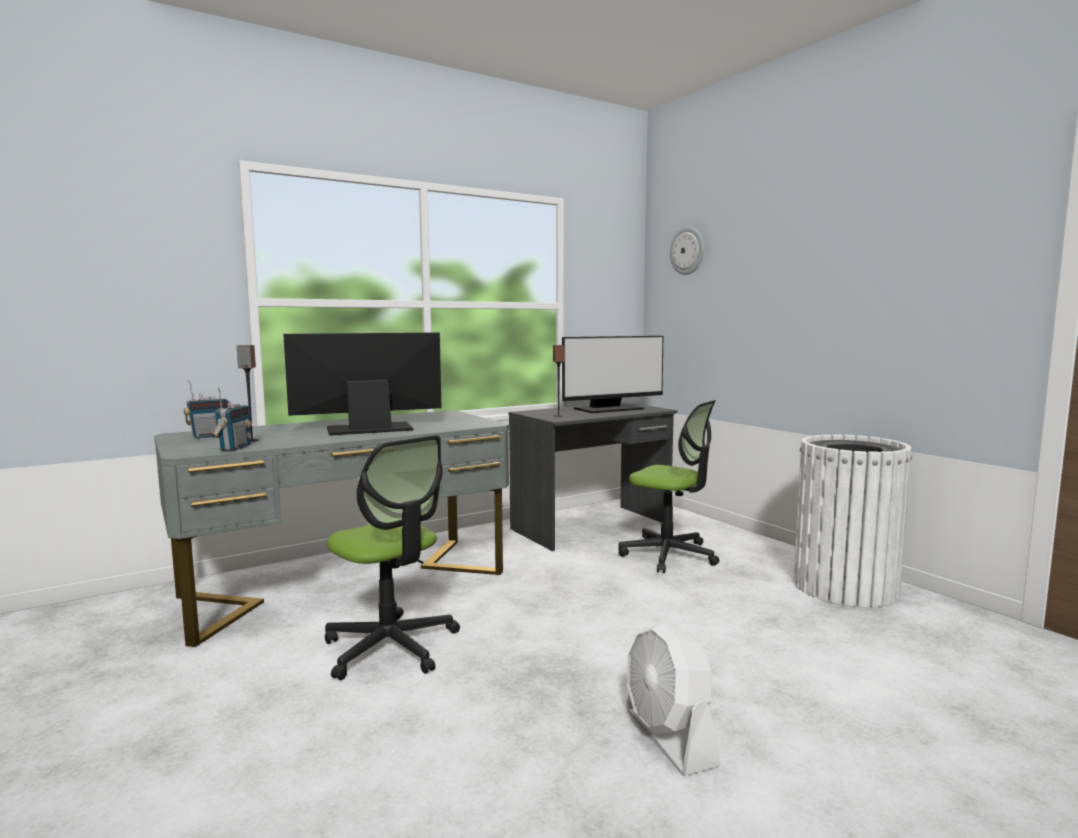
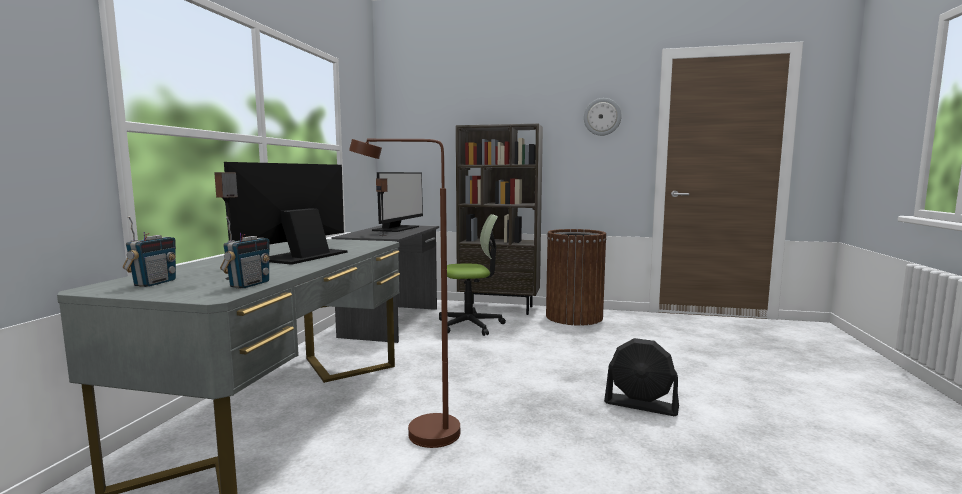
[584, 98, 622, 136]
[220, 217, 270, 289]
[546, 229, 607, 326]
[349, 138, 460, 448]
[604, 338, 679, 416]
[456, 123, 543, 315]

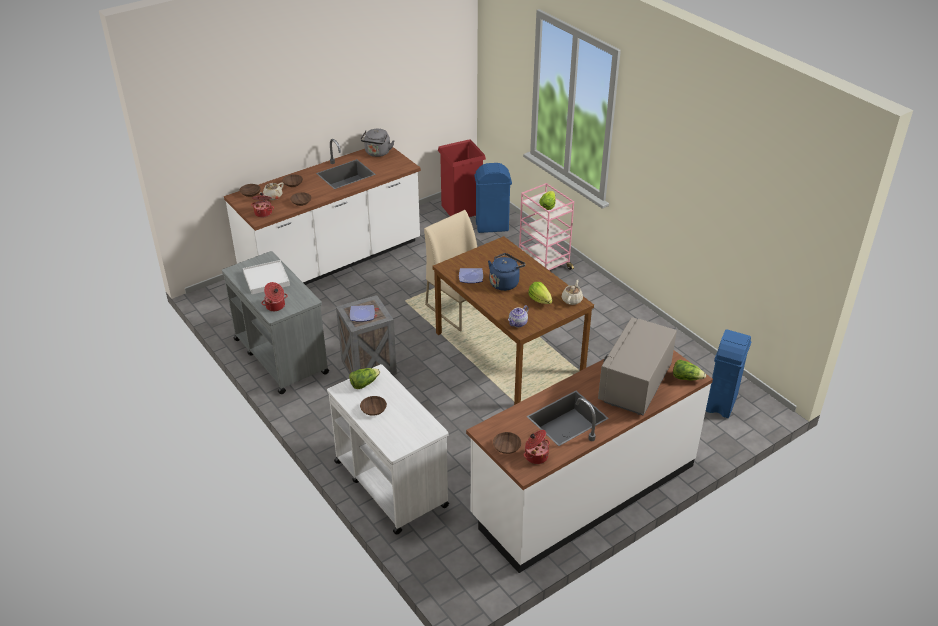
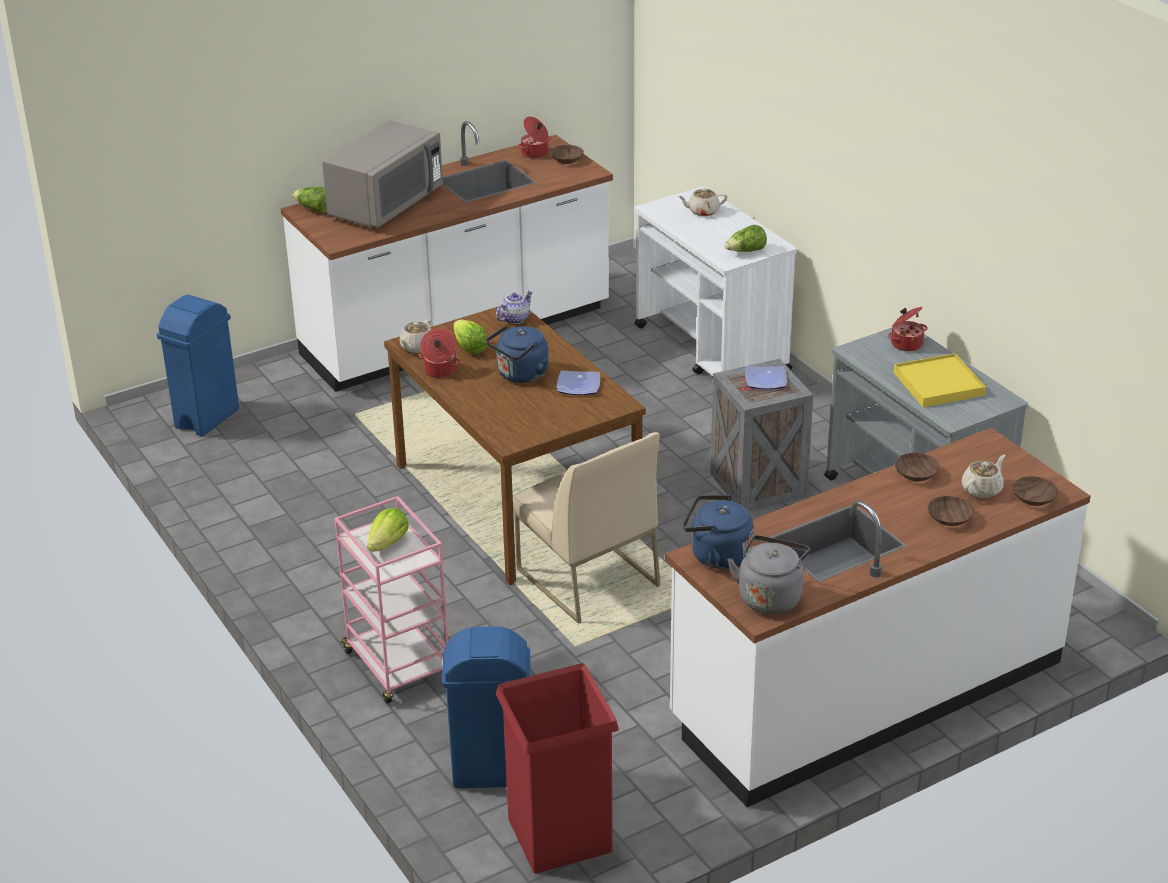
[419, 328, 461, 378]
[894, 353, 986, 407]
[360, 396, 387, 416] (first image)
[677, 188, 727, 216]
[683, 495, 754, 569]

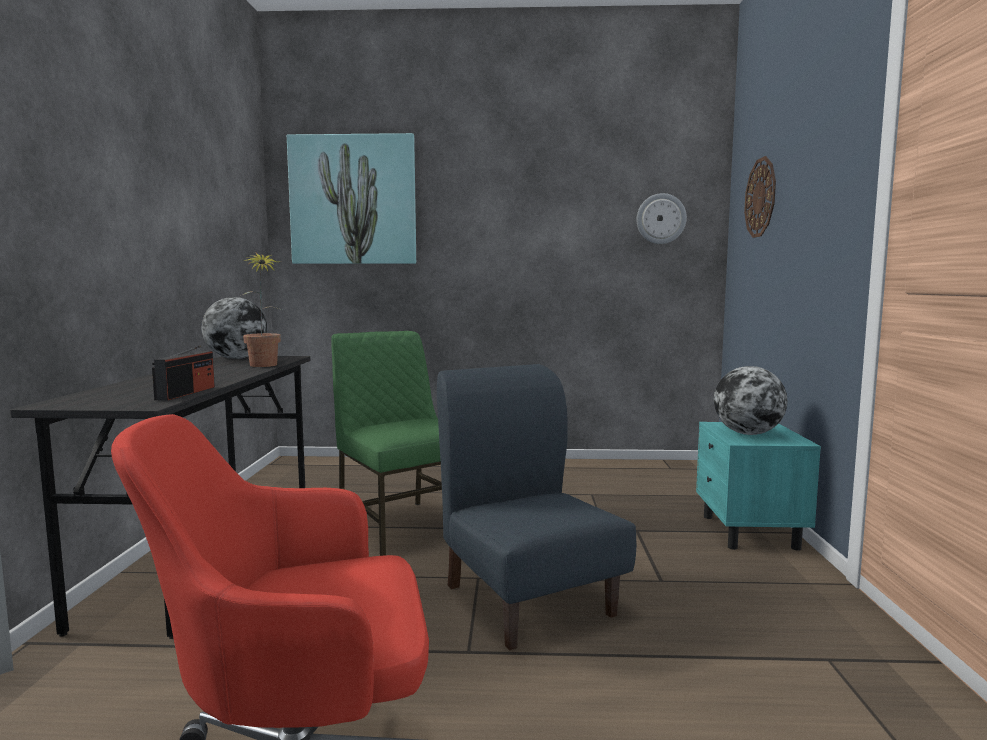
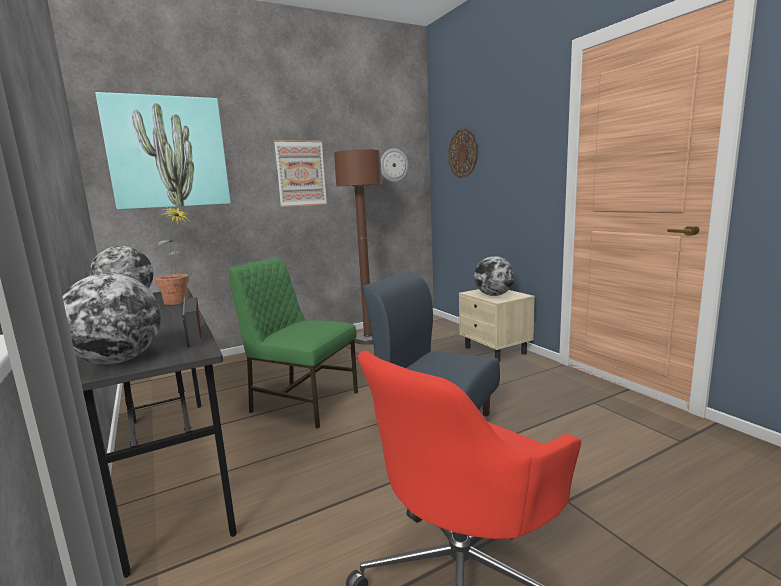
[459, 289, 535, 362]
[274, 140, 327, 207]
[334, 150, 382, 345]
[62, 273, 161, 364]

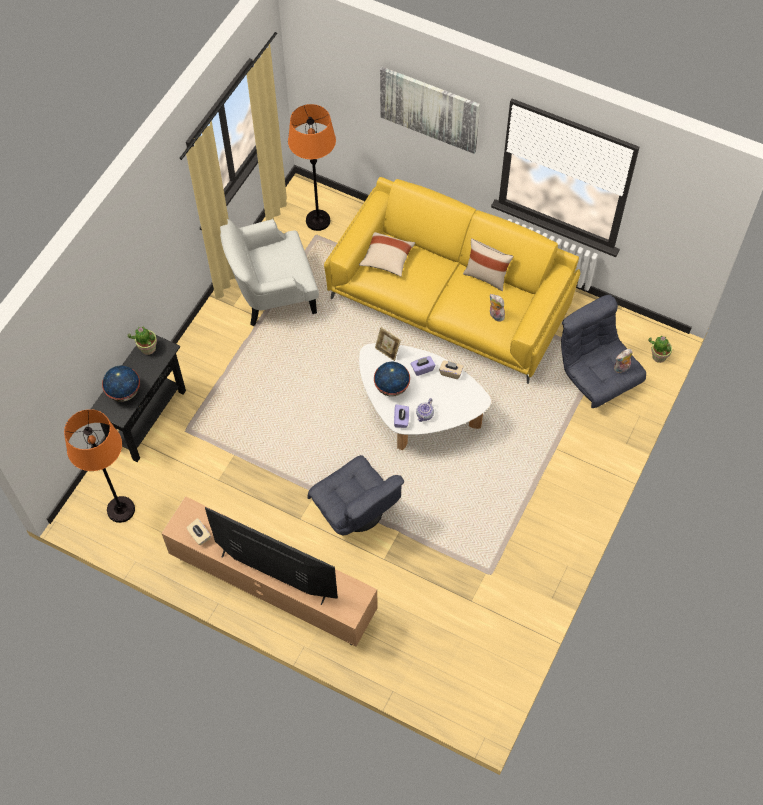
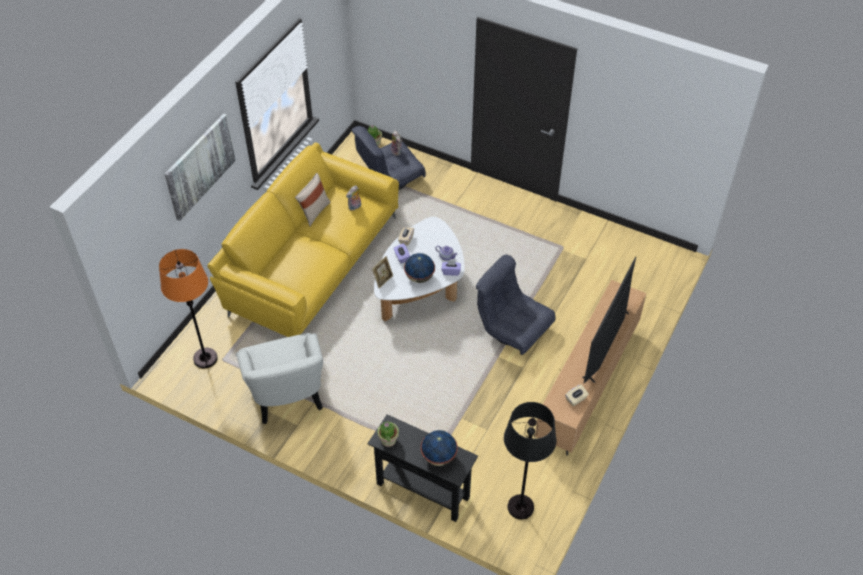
[359, 232, 415, 277] (first image)
[504, 402, 556, 519]
[476, 254, 555, 355]

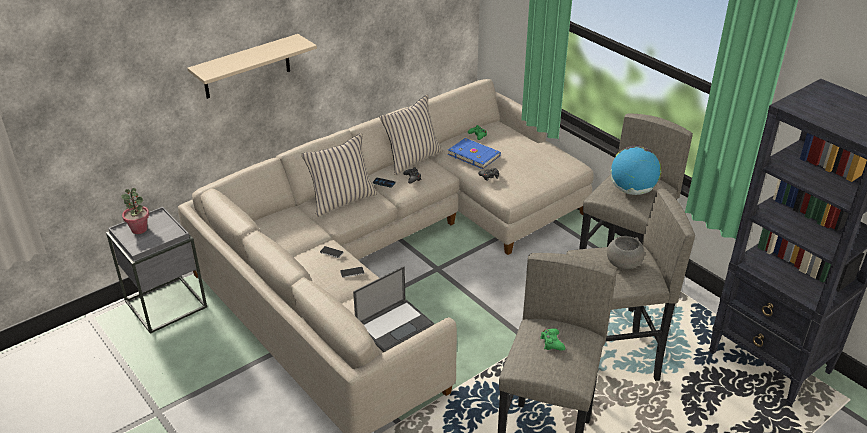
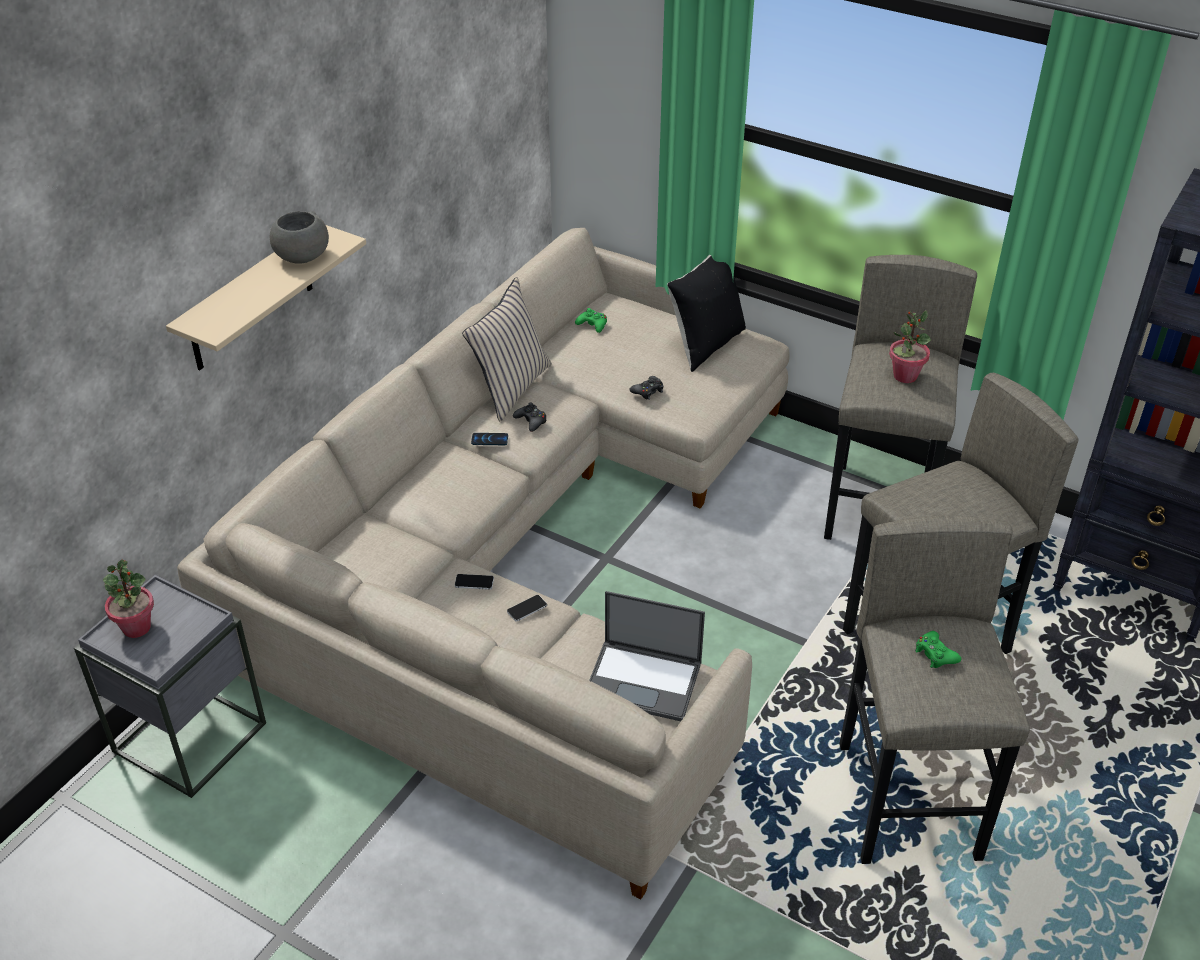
[301, 133, 377, 217] (first image)
[447, 138, 501, 169] (first image)
[889, 310, 931, 383]
[270, 211, 329, 264]
[589, 591, 705, 721]
[667, 255, 746, 372]

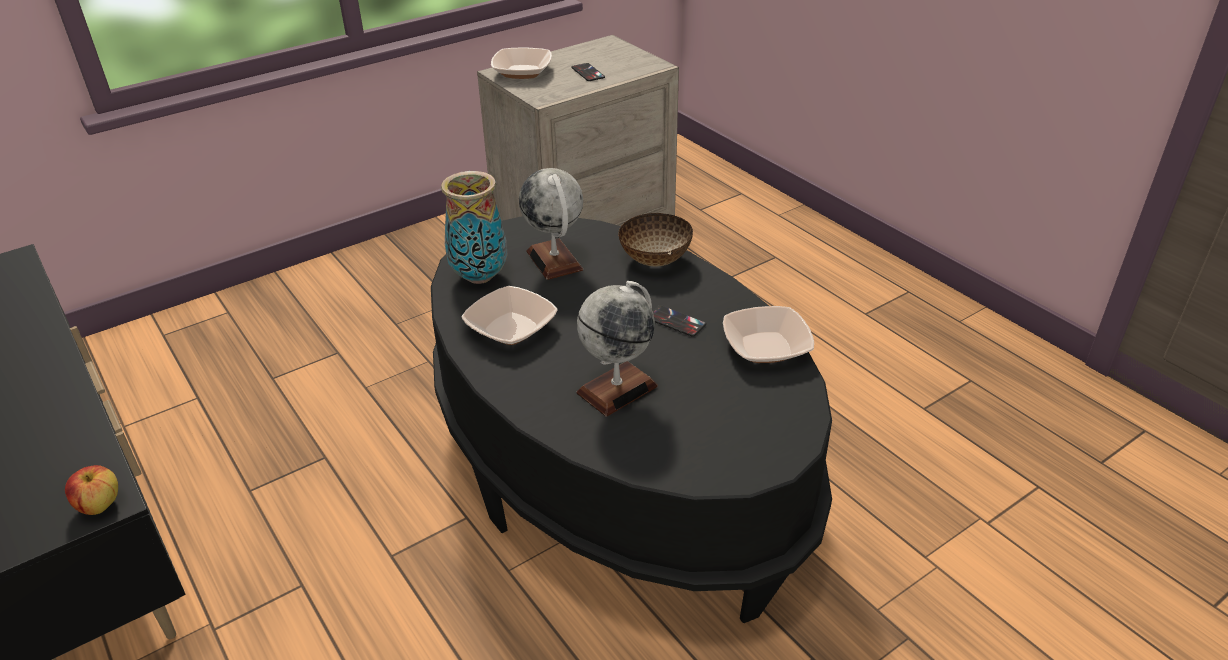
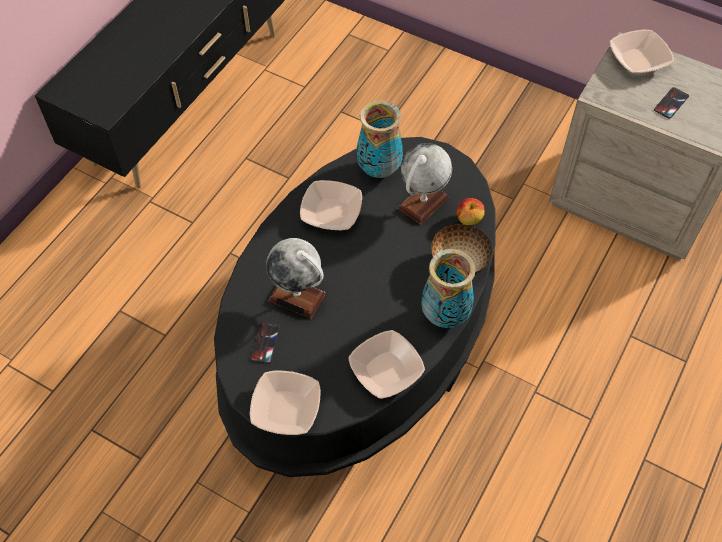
[251, 322, 280, 364]
[457, 198, 485, 225]
[422, 249, 476, 328]
[250, 371, 321, 435]

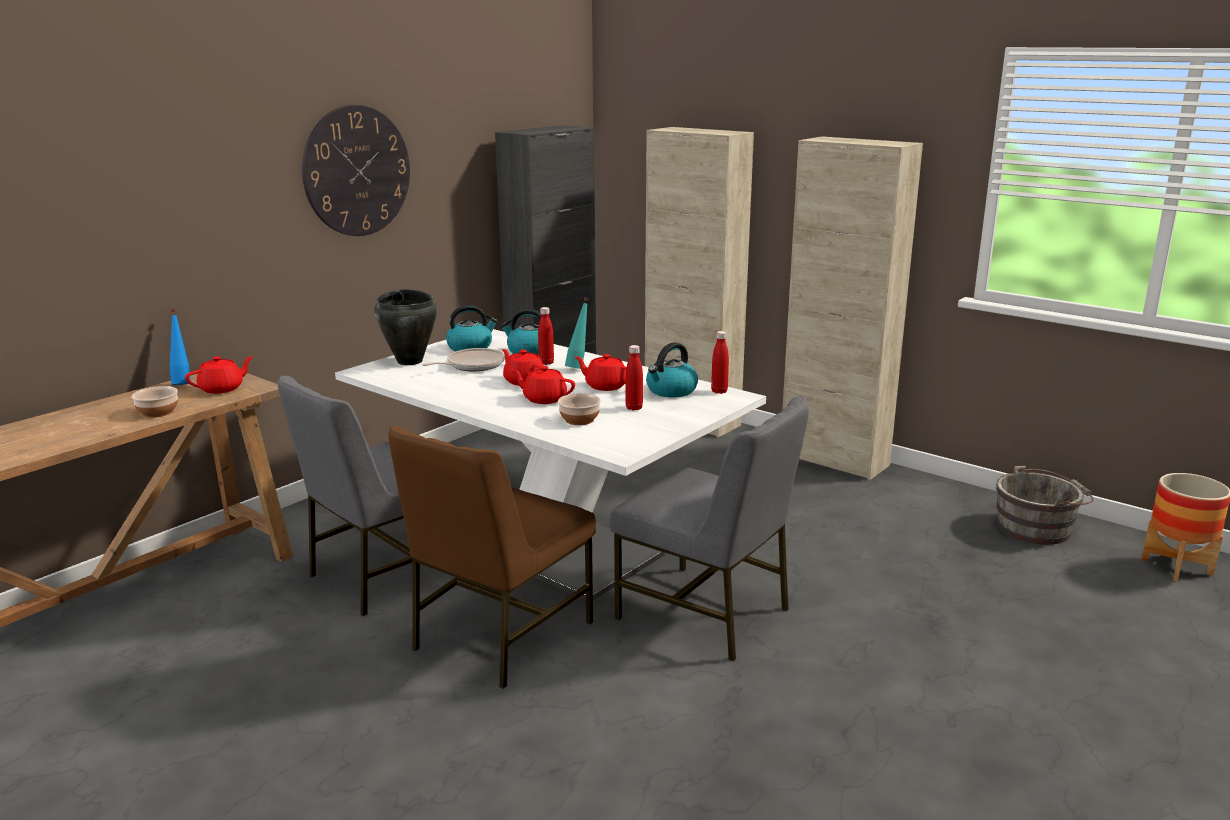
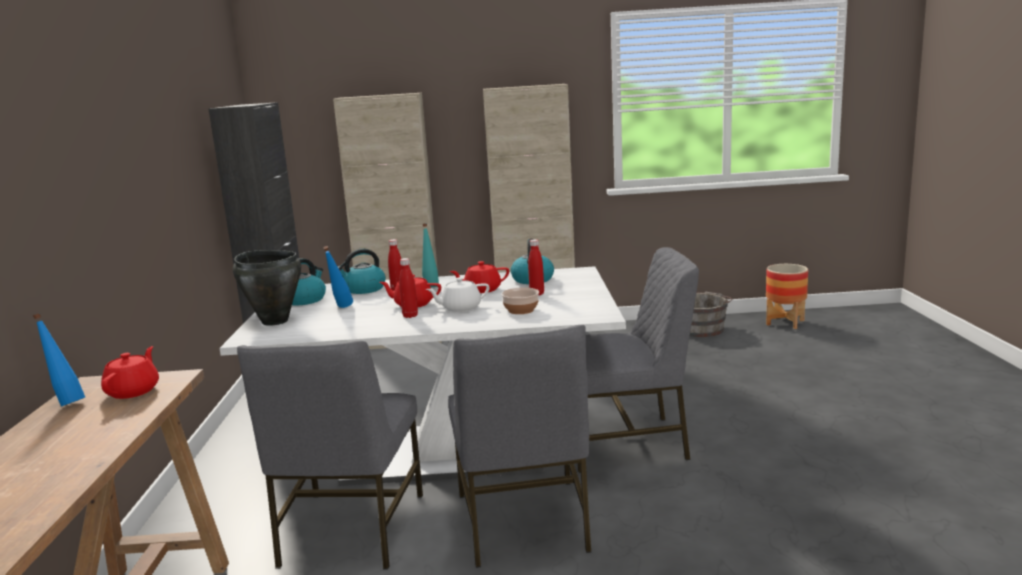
[302, 105, 410, 236] (first image)
[399, 258, 418, 318]
[323, 246, 353, 308]
[426, 277, 489, 312]
[132, 386, 178, 418] (first image)
[448, 325, 591, 568]

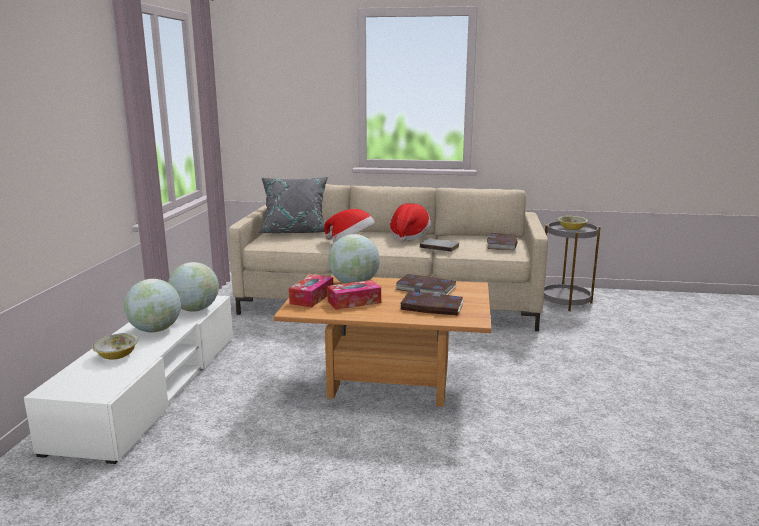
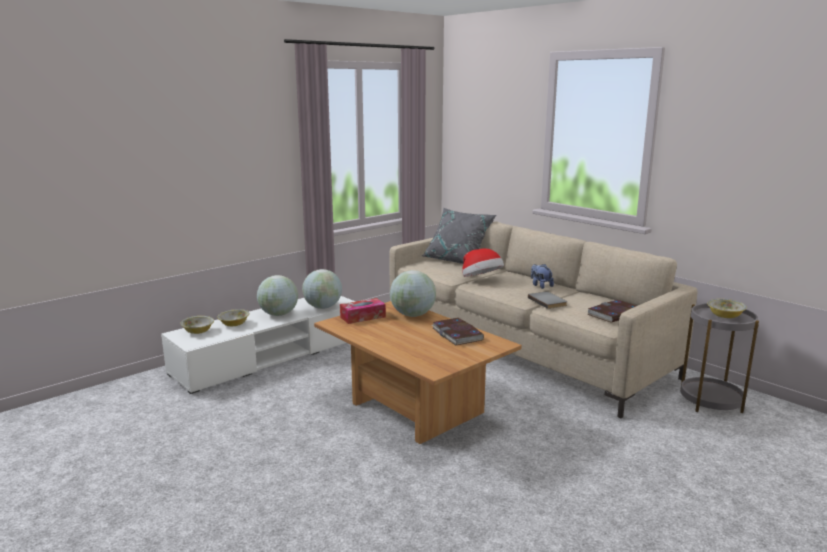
[531, 264, 554, 289]
[327, 280, 381, 310] (first image)
[399, 291, 464, 315] (first image)
[180, 316, 214, 334]

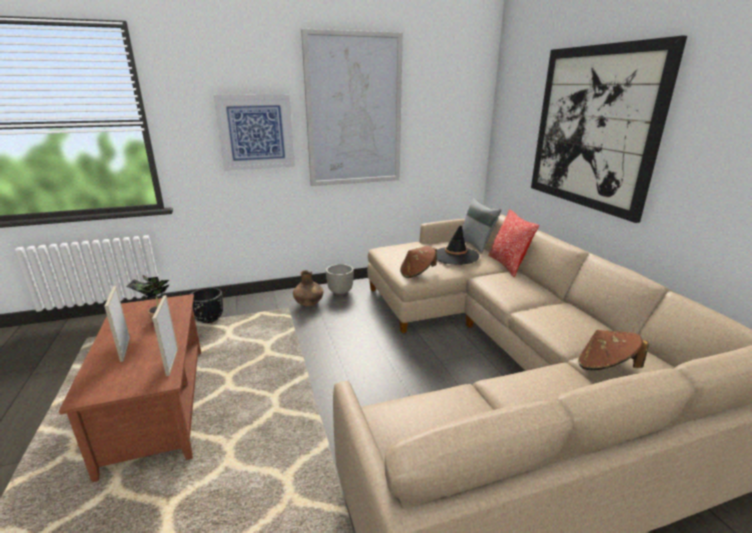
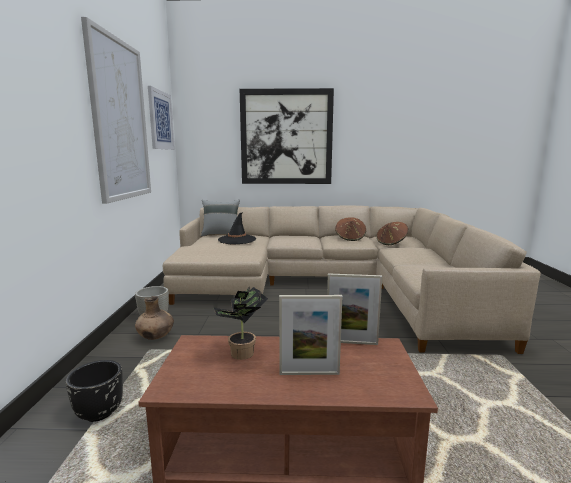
[148, 86, 175, 150]
[488, 209, 539, 277] (first image)
[335, 217, 366, 241]

